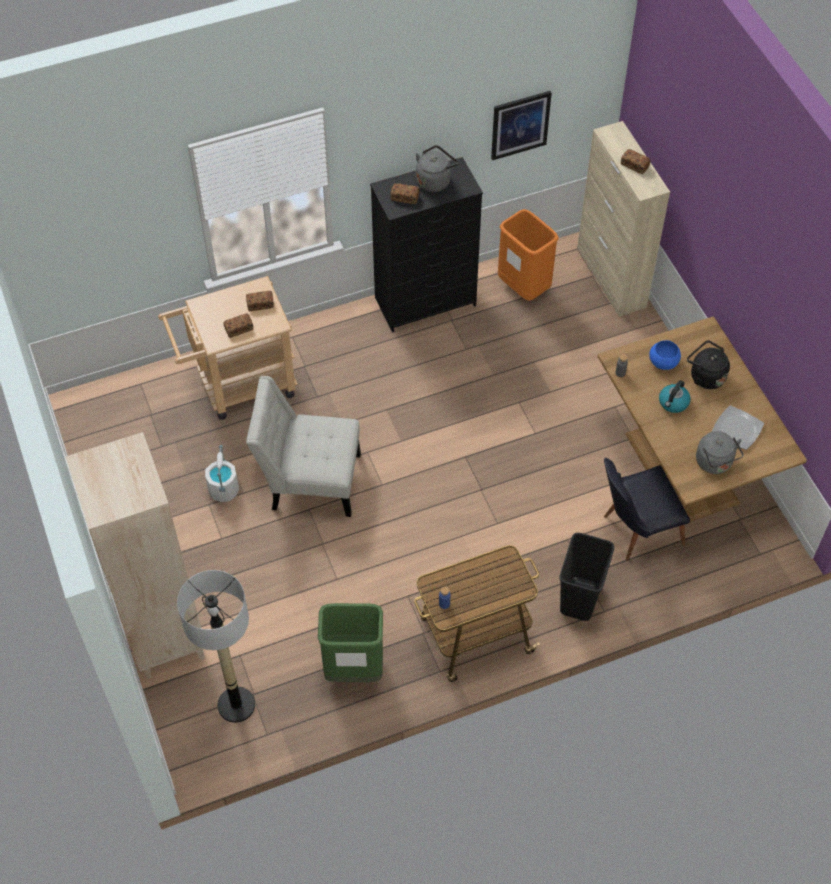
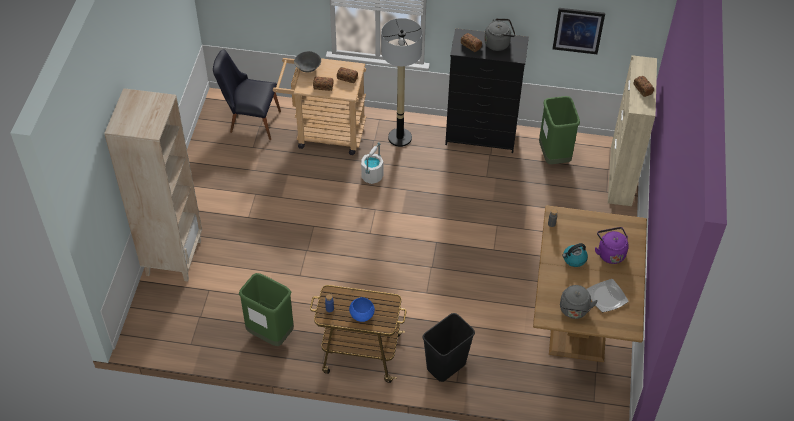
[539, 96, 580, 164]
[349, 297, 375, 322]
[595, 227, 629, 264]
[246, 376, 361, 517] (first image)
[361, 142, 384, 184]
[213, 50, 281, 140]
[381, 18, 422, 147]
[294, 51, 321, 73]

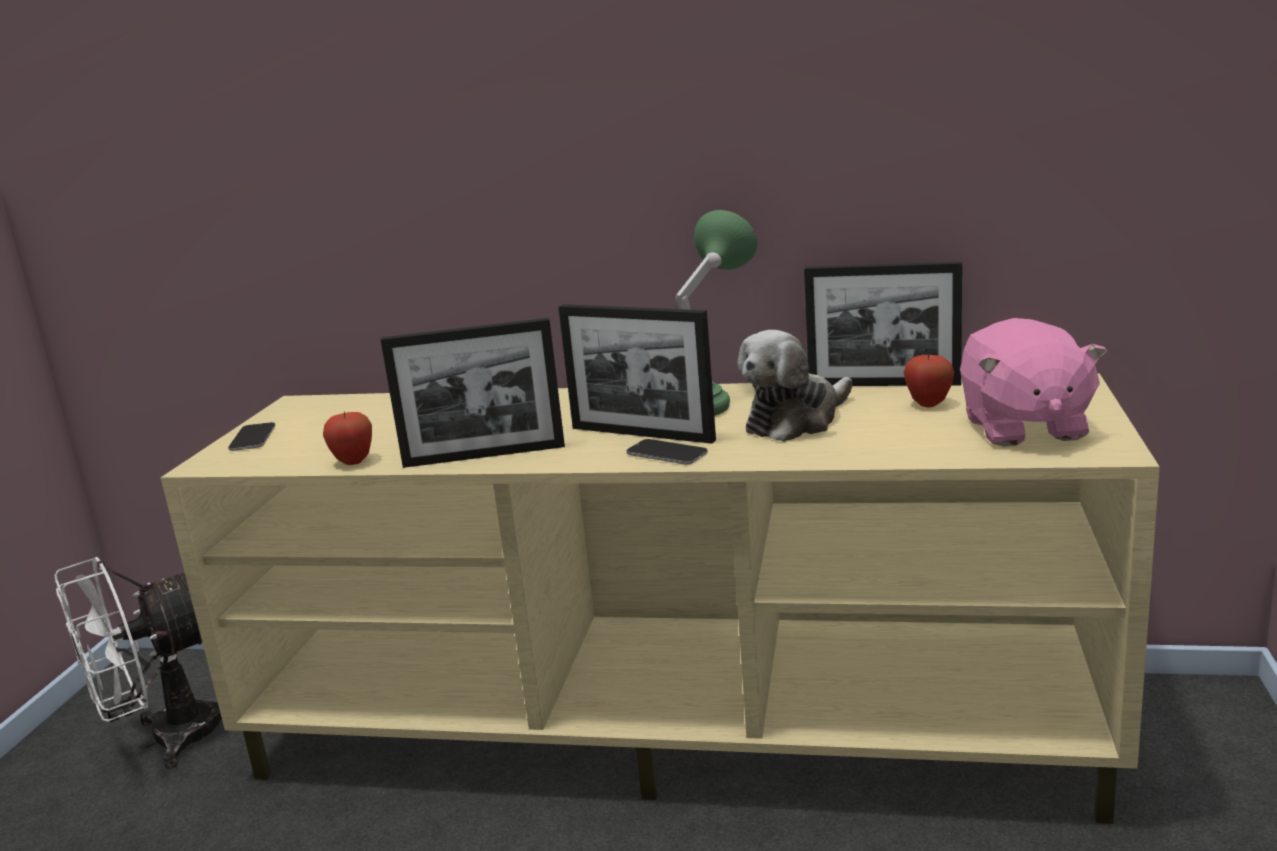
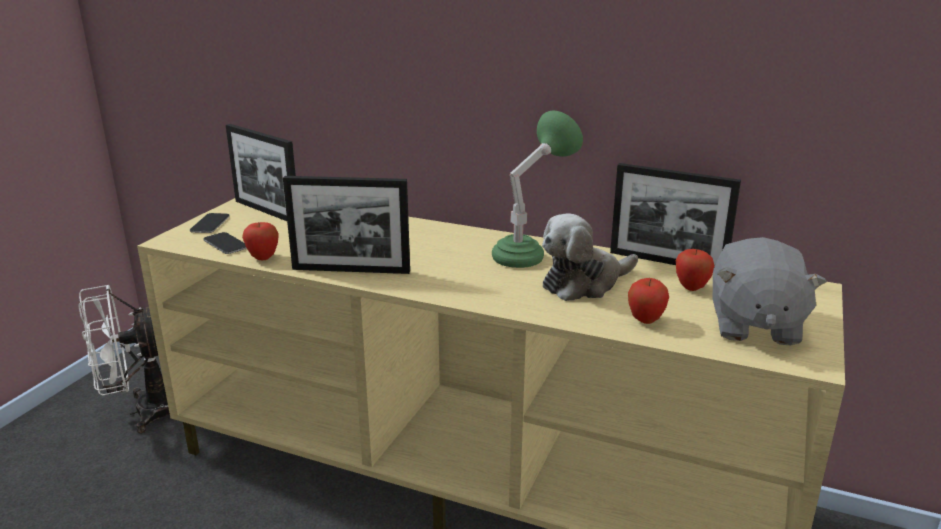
[226, 124, 296, 221]
[713, 237, 827, 346]
[204, 232, 247, 254]
[628, 278, 669, 324]

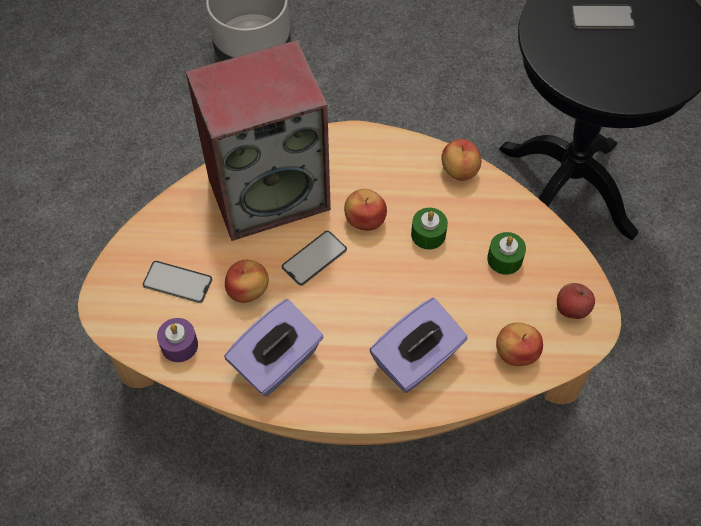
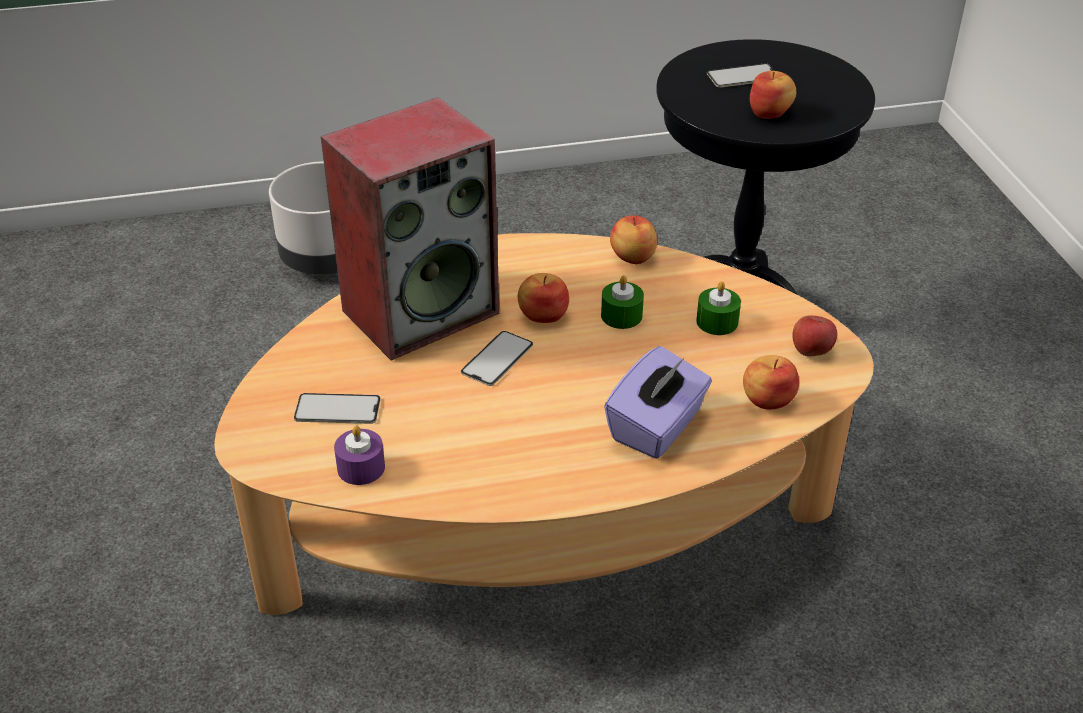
[750, 71, 796, 119]
[224, 299, 324, 396] (first image)

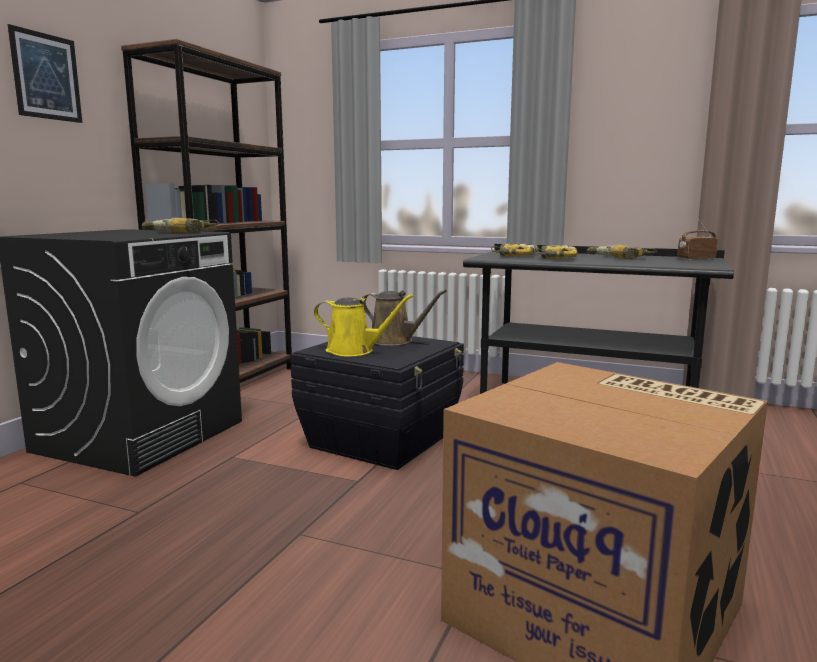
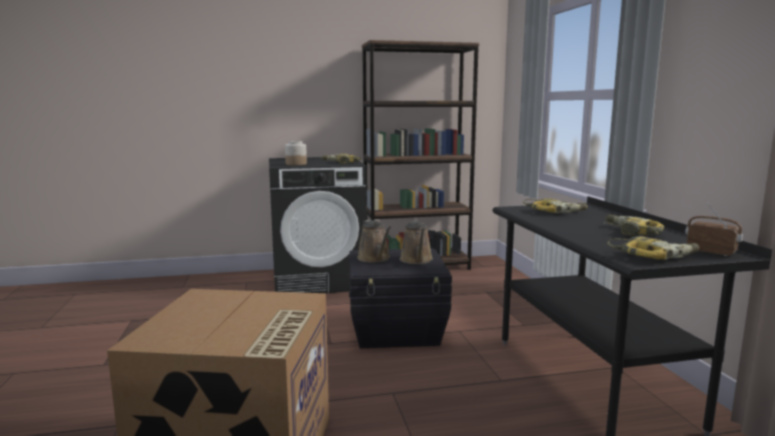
[8, 24, 82, 123] (first image)
[607, 236, 699, 260]
[357, 220, 391, 263]
[285, 141, 307, 165]

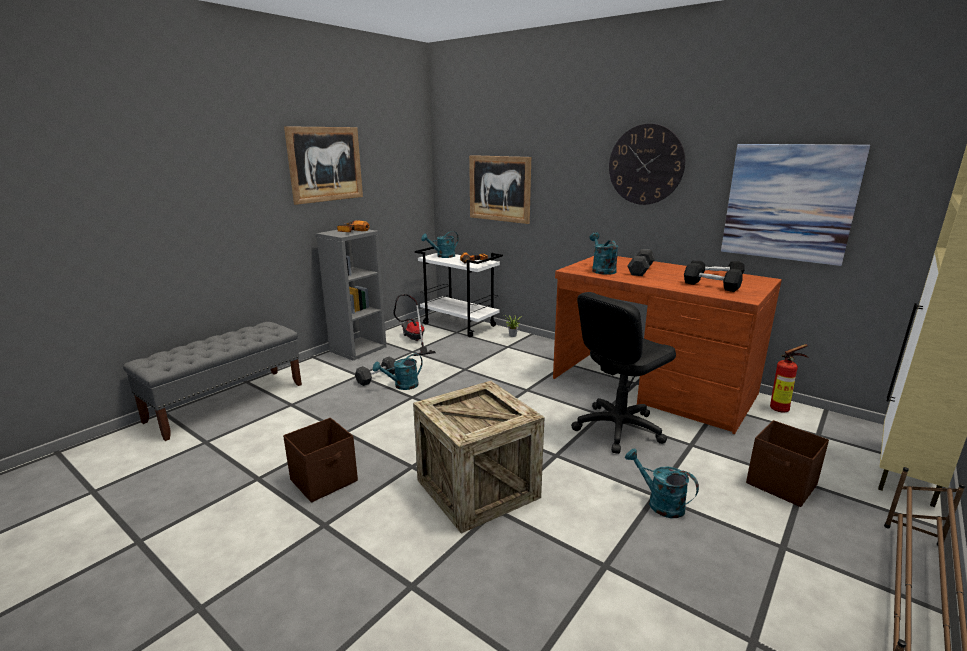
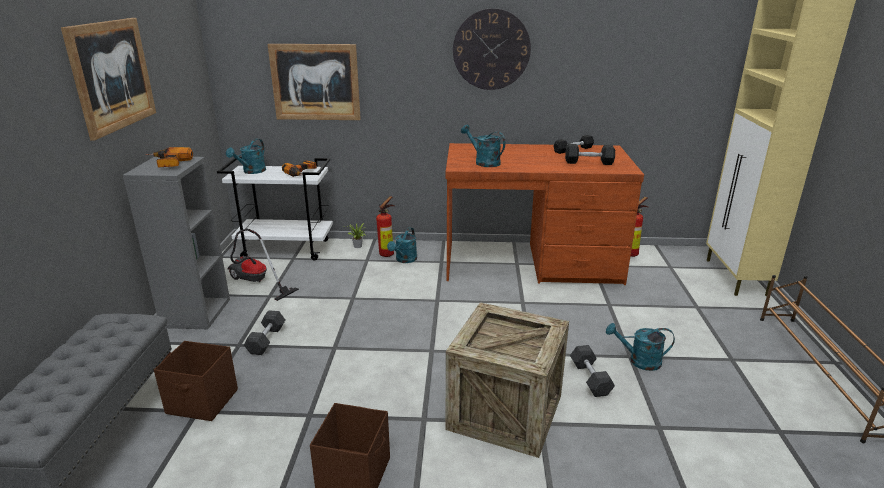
[721, 144, 870, 266] (first image)
[570, 345, 615, 397]
[571, 292, 676, 454] (first image)
[387, 227, 417, 263]
[154, 341, 238, 421]
[376, 196, 395, 257]

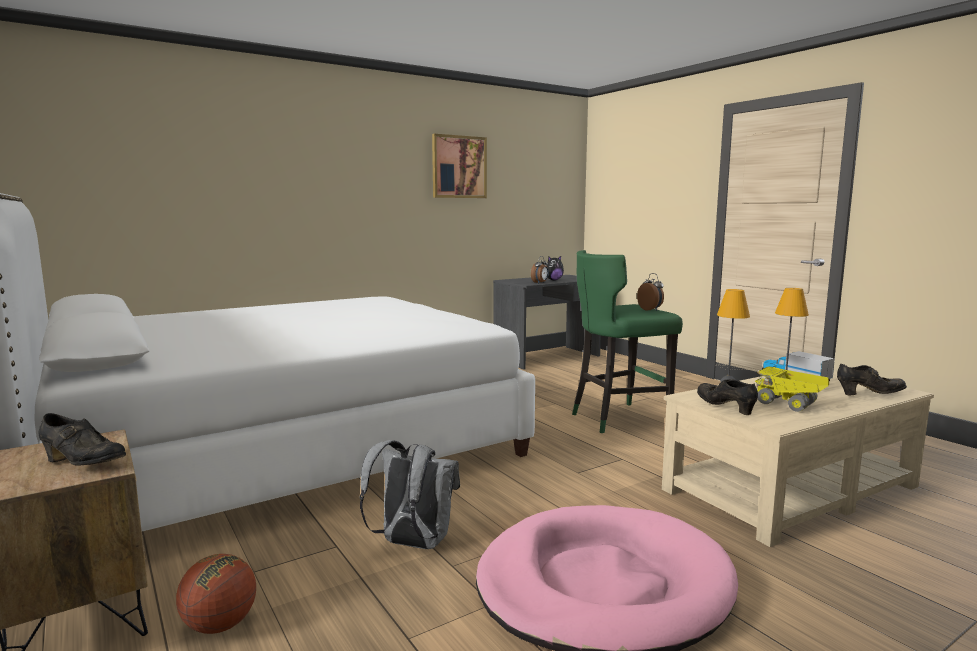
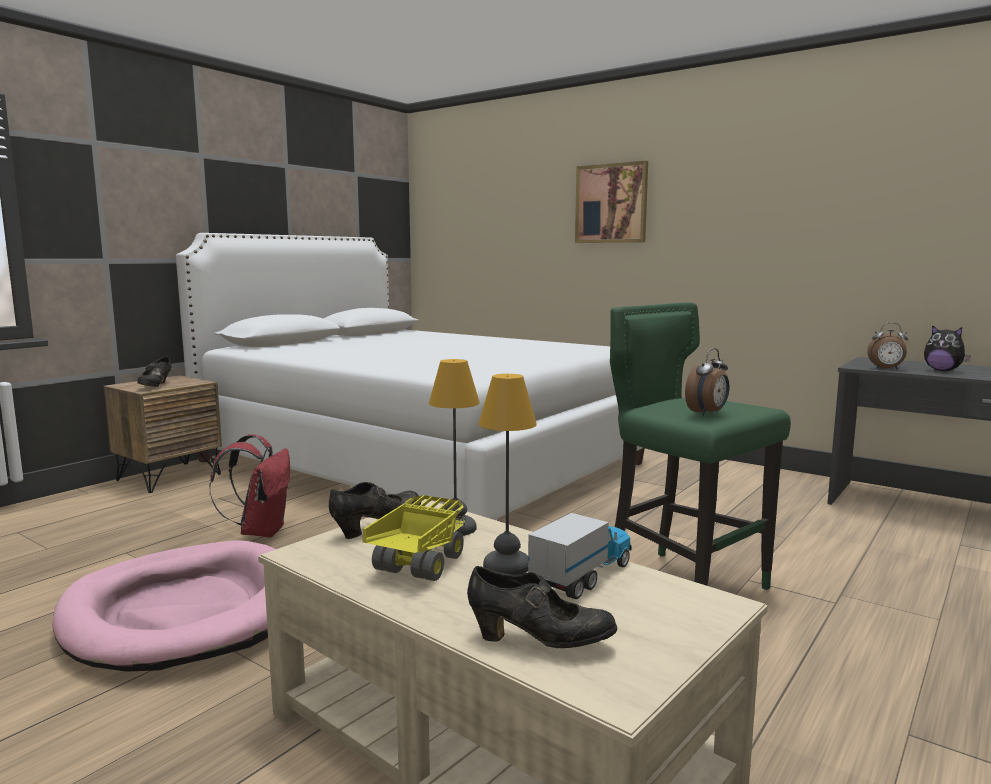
[575, 161, 648, 243]
[467, 566, 617, 648]
[209, 434, 290, 538]
[176, 554, 256, 634] (first image)

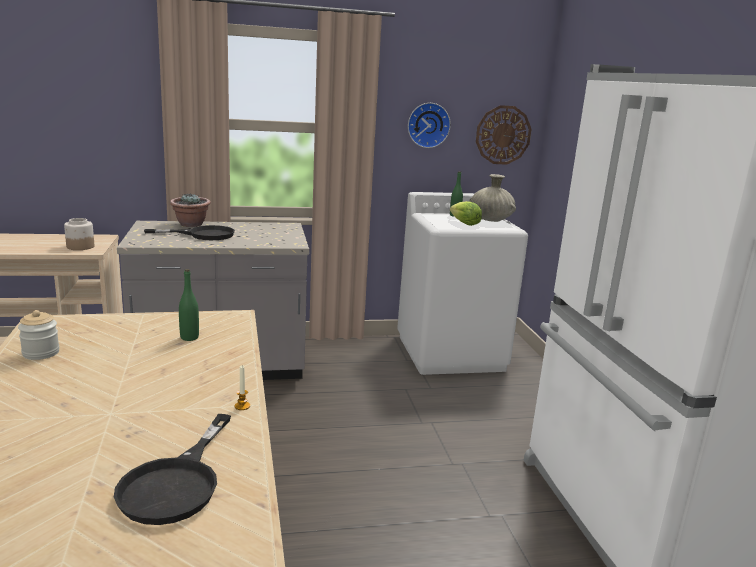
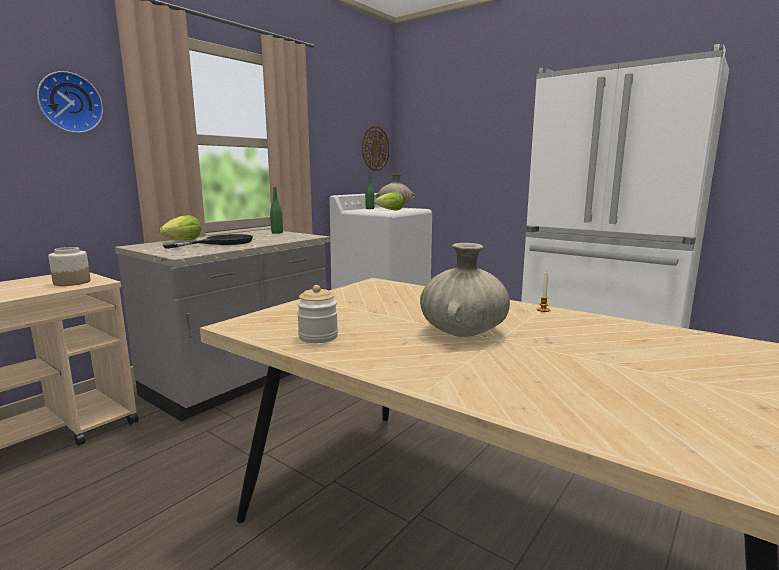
[37, 71, 103, 133]
[159, 215, 201, 240]
[270, 187, 283, 234]
[114, 414, 231, 525] (first image)
[420, 243, 510, 337]

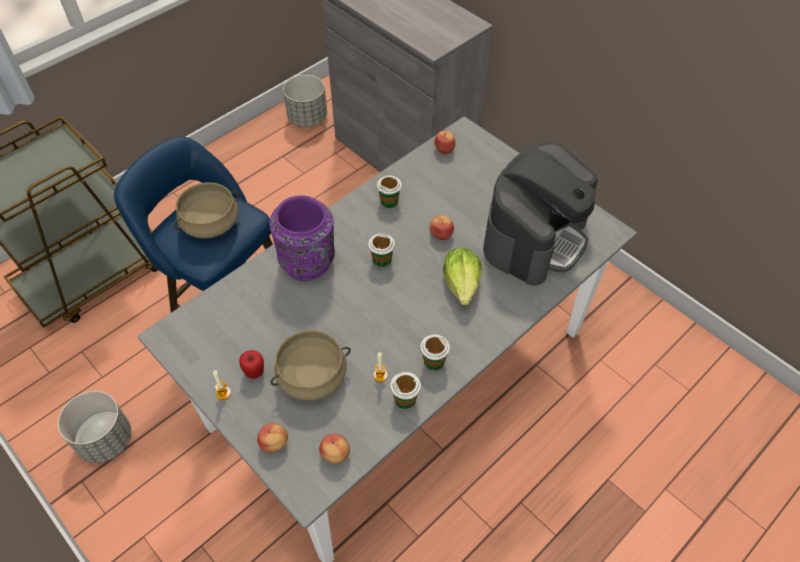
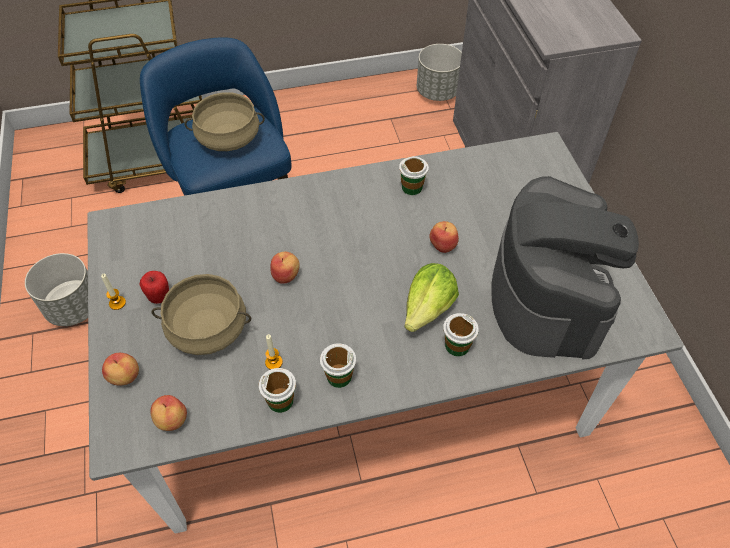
[271, 252, 300, 284]
[491, 176, 639, 360]
[269, 195, 335, 281] (first image)
[443, 313, 479, 356]

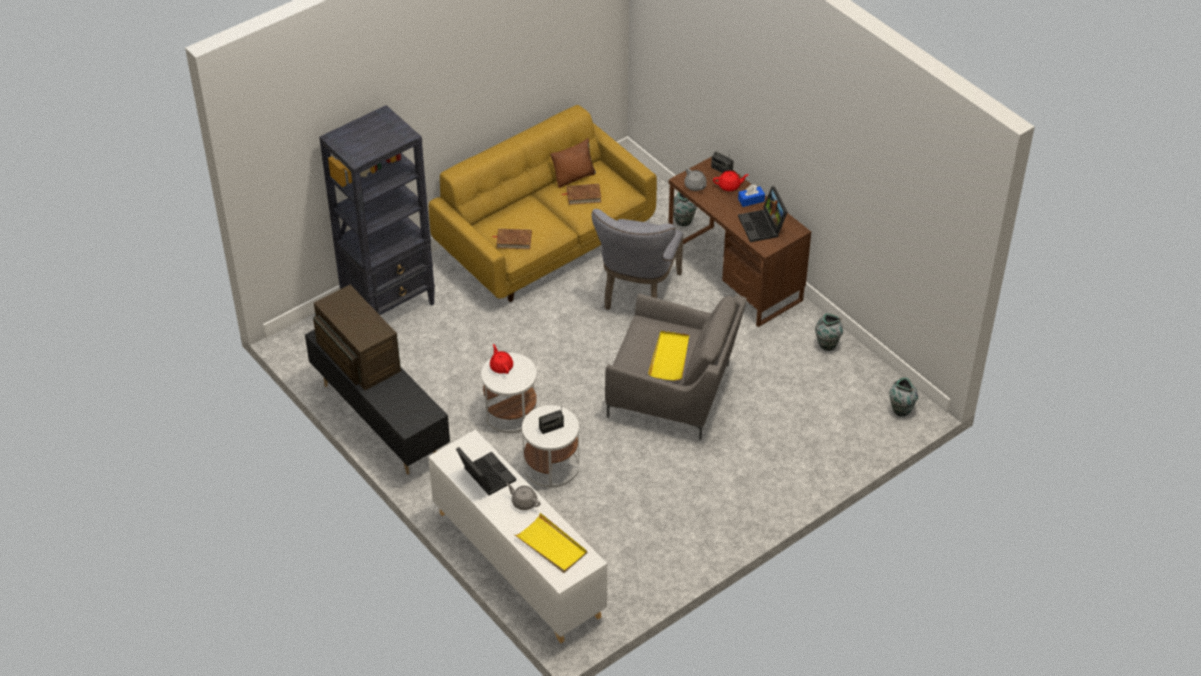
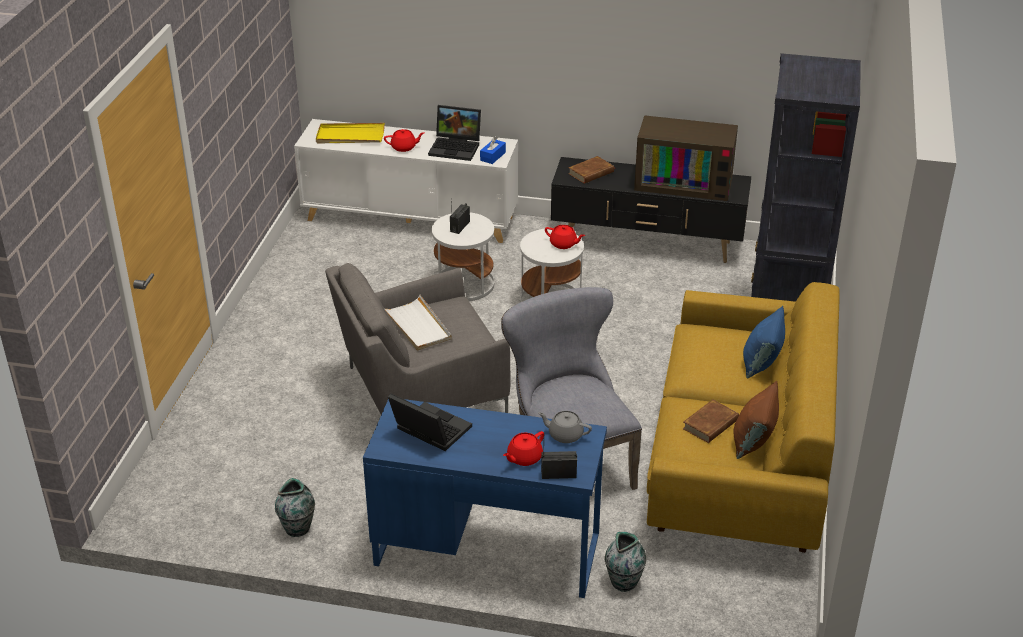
[363, 399, 607, 598]
[480, 136, 506, 164]
[568, 156, 615, 184]
[384, 295, 452, 351]
[889, 378, 918, 417] (first image)
[384, 129, 424, 152]
[743, 306, 785, 379]

